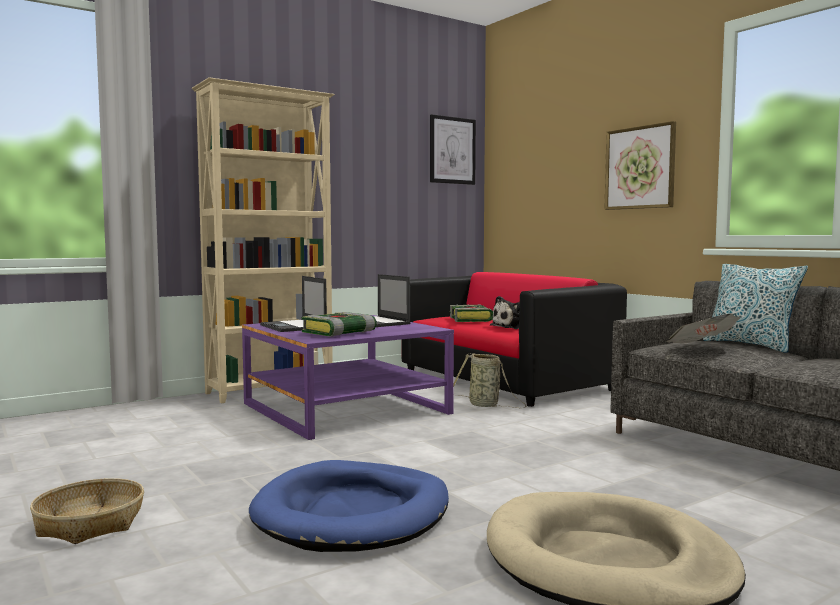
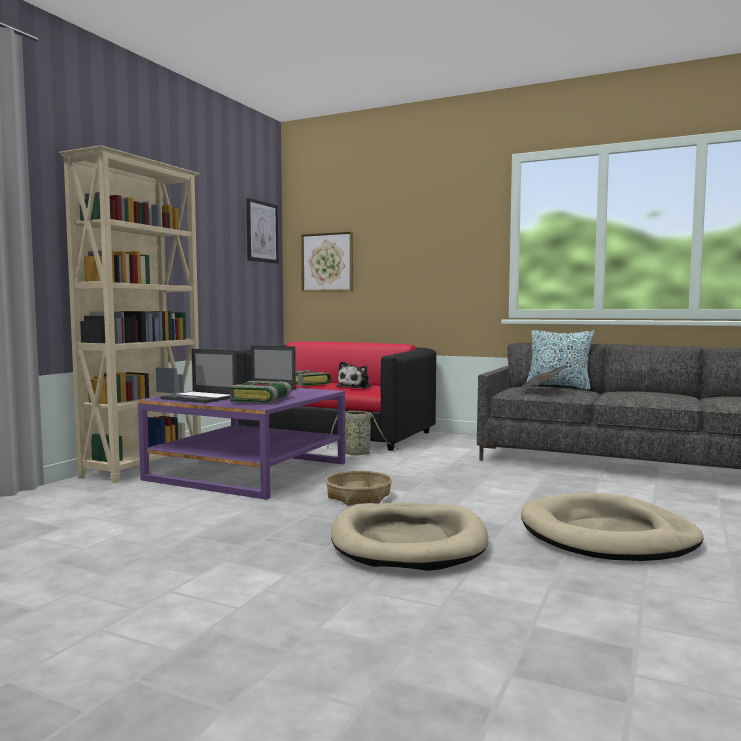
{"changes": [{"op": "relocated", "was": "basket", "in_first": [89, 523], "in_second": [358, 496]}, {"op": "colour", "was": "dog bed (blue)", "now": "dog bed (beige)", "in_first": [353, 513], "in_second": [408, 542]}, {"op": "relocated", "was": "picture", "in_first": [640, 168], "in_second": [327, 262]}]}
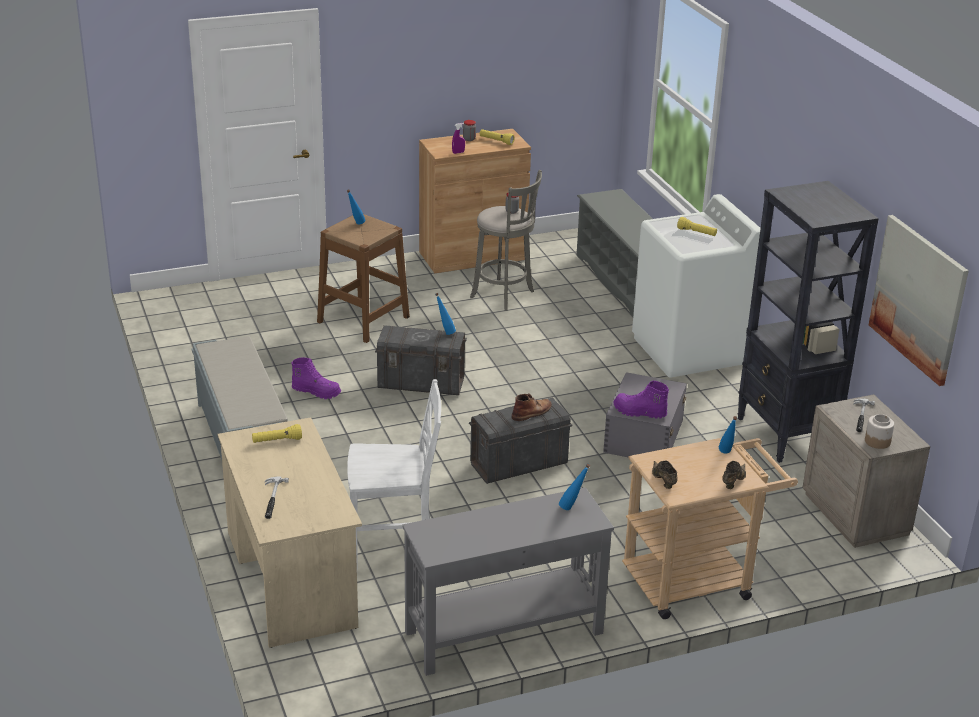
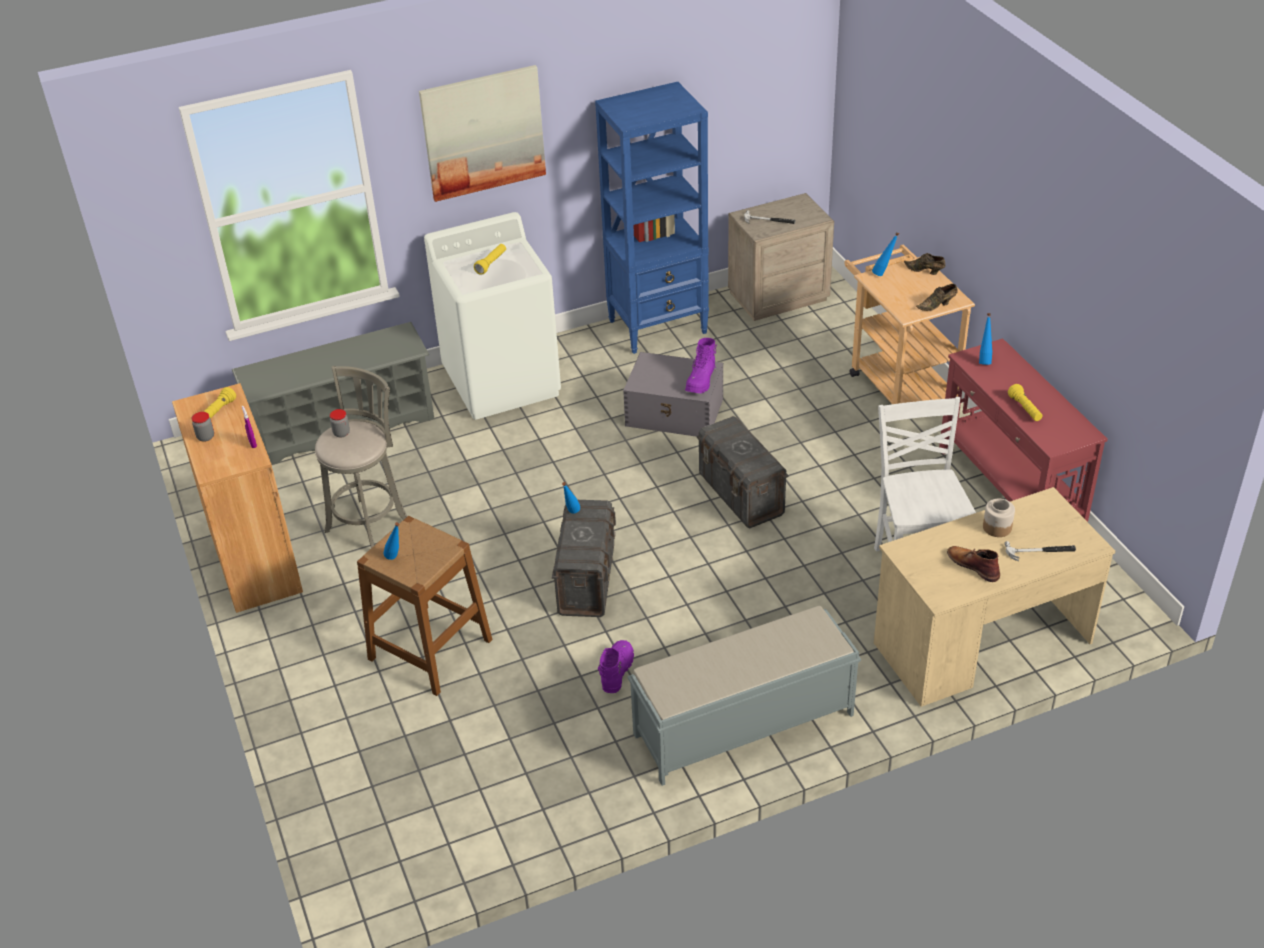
{"changes": [{"op": "relocated", "was": "flashlight (yellow)", "in_first": [277, 441], "in_second": [1025, 409]}, {"op": "colour", "was": "console table (grey)", "now": "console table (red)", "in_first": [503, 632], "in_second": [1009, 491]}, {"op": "relocated", "was": "boot (brown)", "in_first": [532, 412], "in_second": [973, 565]}, {"op": "colour", "was": "bookcase (black)", "now": "bookcase (blue)", "in_first": [786, 435], "in_second": [659, 326]}, {"op": "relocated", "was": "jar", "in_first": [877, 441], "in_second": [996, 527]}, {"op": "relocated", "was": "picture", "in_first": [919, 298], "in_second": [483, 132]}]}
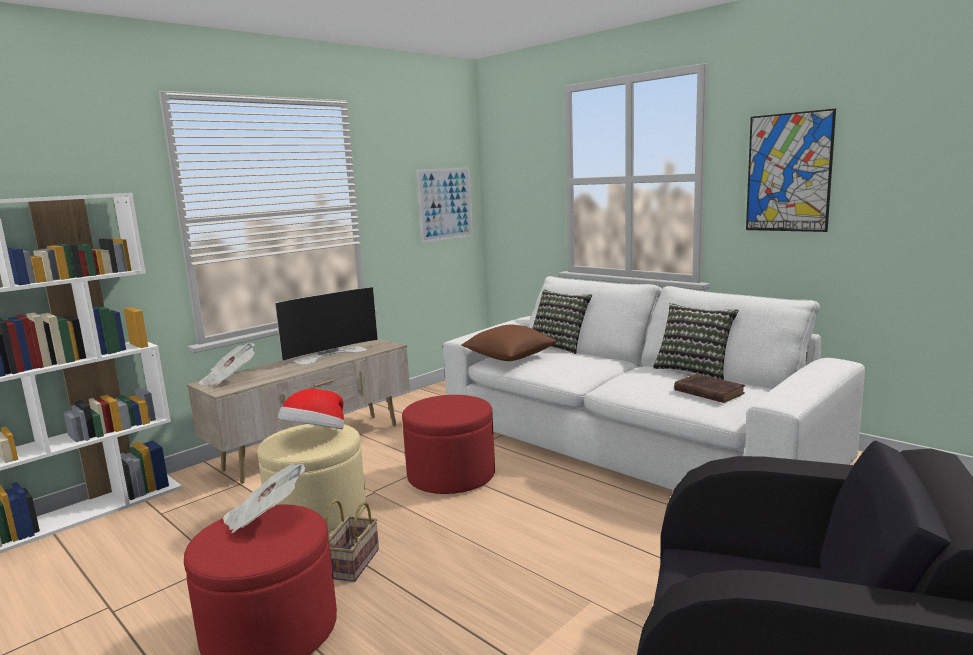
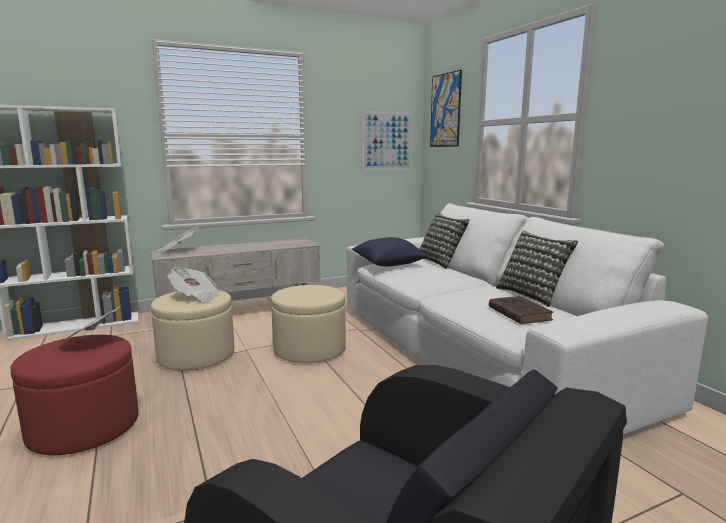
{"changes": [{"op": "missing", "was": "television", "in_first": [330, 354]}, {"op": "exchanged", "was": "hat", "now": "newspaper", "in_first": [316, 436], "in_second": [196, 297]}, {"op": "missing", "was": "basket", "in_first": [353, 562]}, {"op": "colour", "was": "ottoman (red)", "now": "ottoman (beige)", "in_first": [451, 475], "in_second": [310, 350]}, {"op": "colour", "was": "pillow (brown)", "now": "pillow (blue)", "in_first": [509, 357], "in_second": [388, 264]}, {"op": "relocated", "was": "picture", "in_first": [788, 173], "in_second": [445, 110]}]}
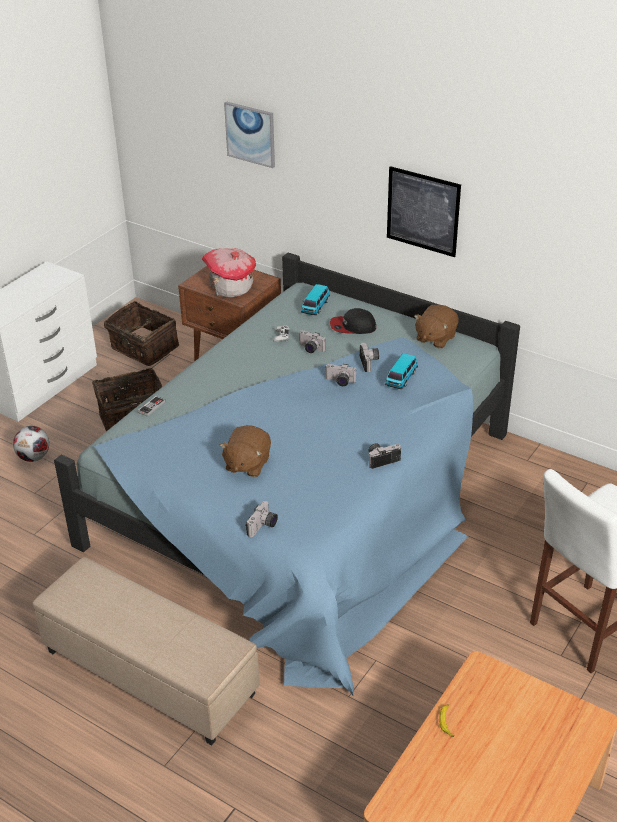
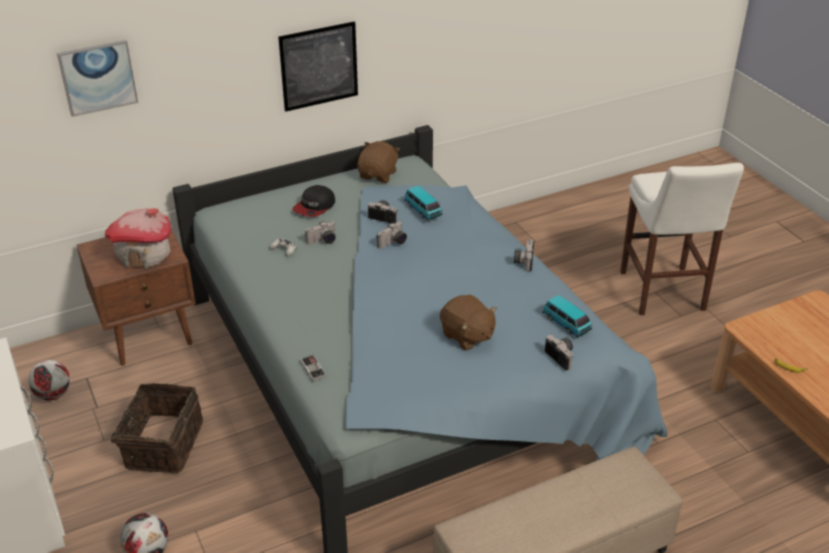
{"changes": [{"op": "exchanged", "was": "basket", "now": "football", "in_first": [143, 349], "in_second": [53, 394]}, {"op": "relocated", "was": "toy car", "in_first": [315, 307], "in_second": [566, 323]}, {"op": "spun", "was": "plush toy (brown)", "in_first": [435, 338], "in_second": [378, 175], "clockwise": -135}]}
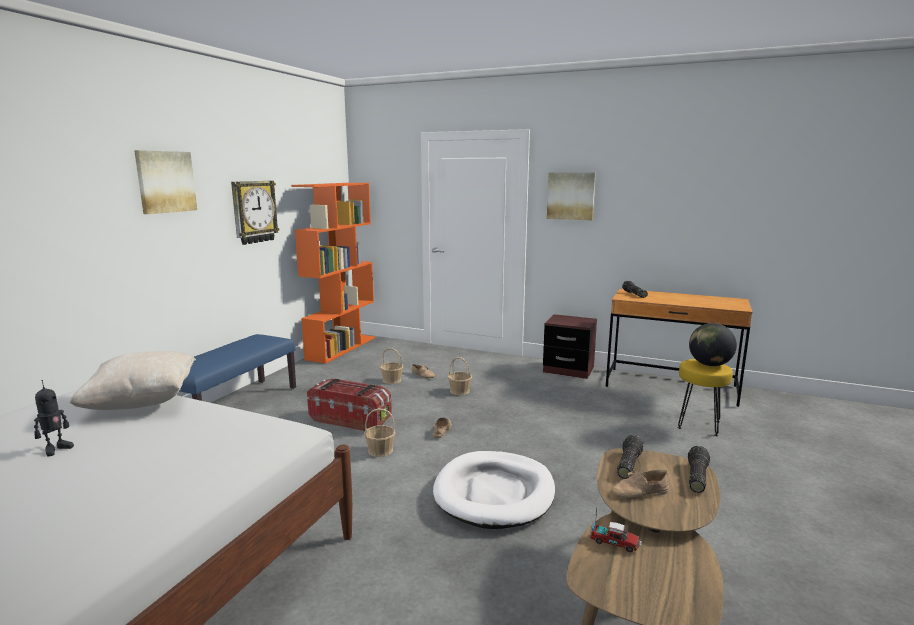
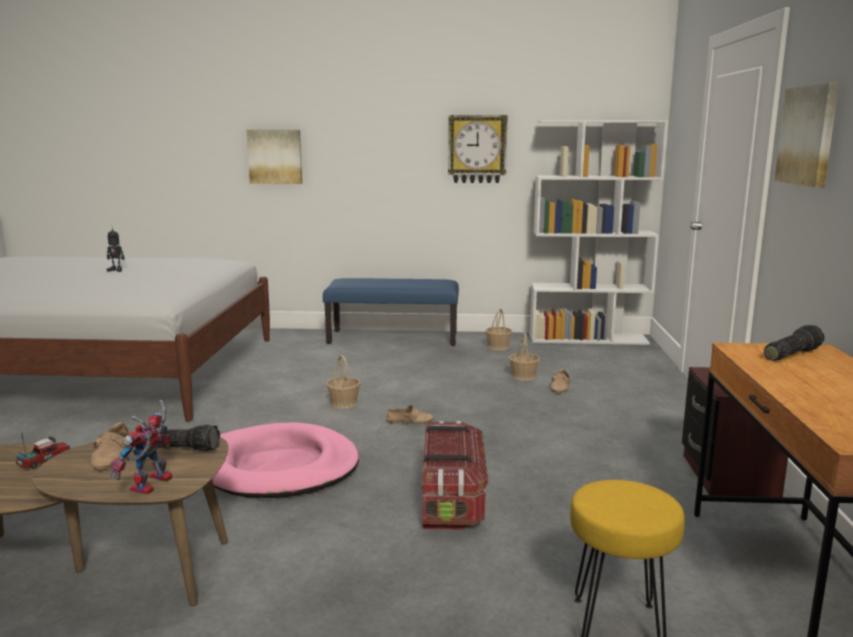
{"changes": [{"op": "missing", "was": "pillow (beige)", "in_first": [142, 403]}, {"op": "relocated", "was": "picture", "in_first": [165, 182], "in_second": [275, 156]}, {"op": "colour", "was": "bookcase (orange)", "now": "bookcase (white)", "in_first": [341, 348], "in_second": [588, 339]}, {"op": "relocated", "was": "storage box", "in_first": [351, 419], "in_second": [451, 499]}, {"op": "colour", "was": "dog bed (white)", "now": "dog bed (pink)", "in_first": [494, 493], "in_second": [280, 467]}, {"op": "relocated", "was": "basket", "in_first": [459, 391], "in_second": [498, 347]}, {"op": "spun", "was": "toy truck", "in_first": [615, 543], "in_second": [45, 460], "clockwise": -150}, {"op": "spun", "was": "shoe (beige)", "in_first": [640, 492], "in_second": [115, 456], "clockwise": -150}, {"op": "exchanged", "was": "flashlight", "now": "toy robot", "in_first": [695, 477], "in_second": [151, 486]}, {"op": "missing", "was": "globe", "in_first": [709, 365]}]}
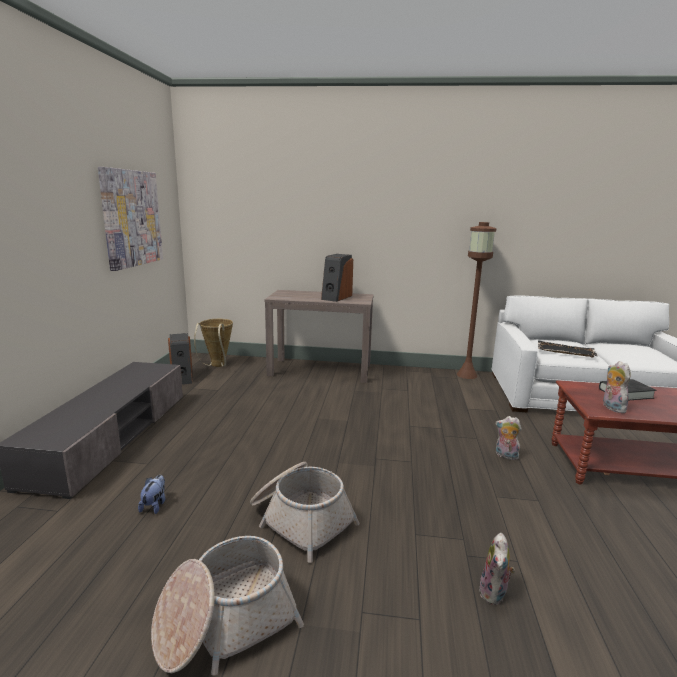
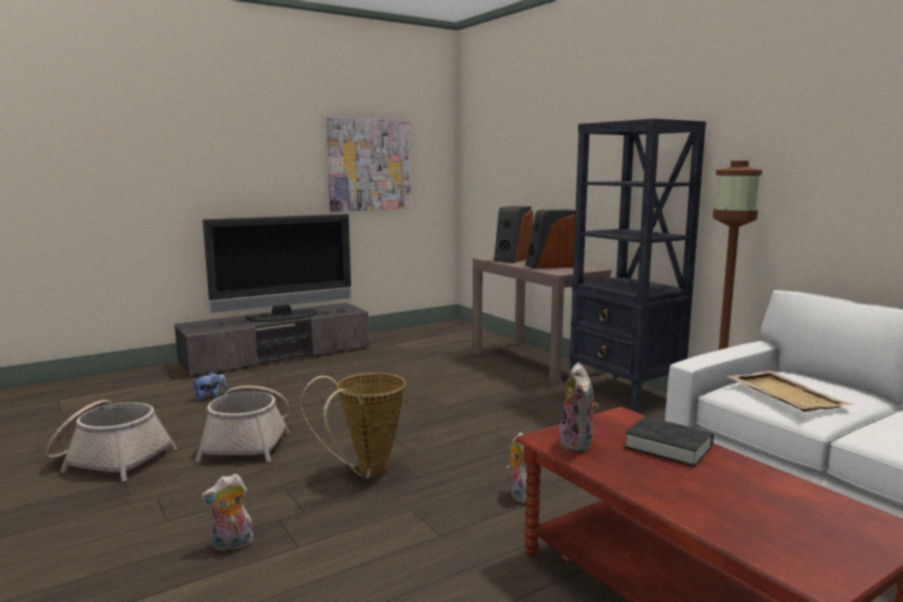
{"changes": [{"op": "relocated", "was": "speaker", "in_first": [182, 378], "in_second": [512, 259]}, {"op": "relocated", "was": "basket", "in_first": [217, 366], "in_second": [366, 472]}, {"op": "colour", "was": "tray (black)", "now": "tray (beige)", "in_first": [565, 351], "in_second": [784, 393]}, {"op": "spun", "was": "plush toy", "in_first": [611, 407], "in_second": [578, 444], "clockwise": 135}, {"op": "appeared", "now": "television", "in_second": [283, 316]}, {"op": "appeared", "now": "bookcase (black)", "in_second": [625, 394]}]}
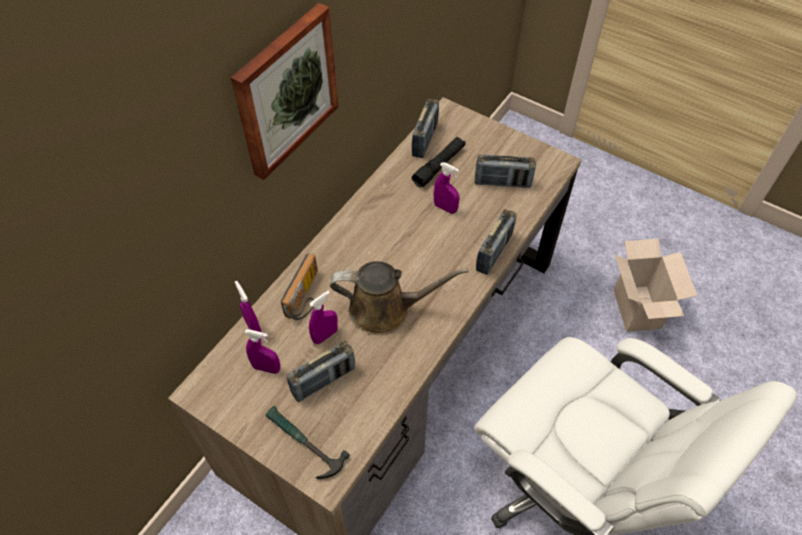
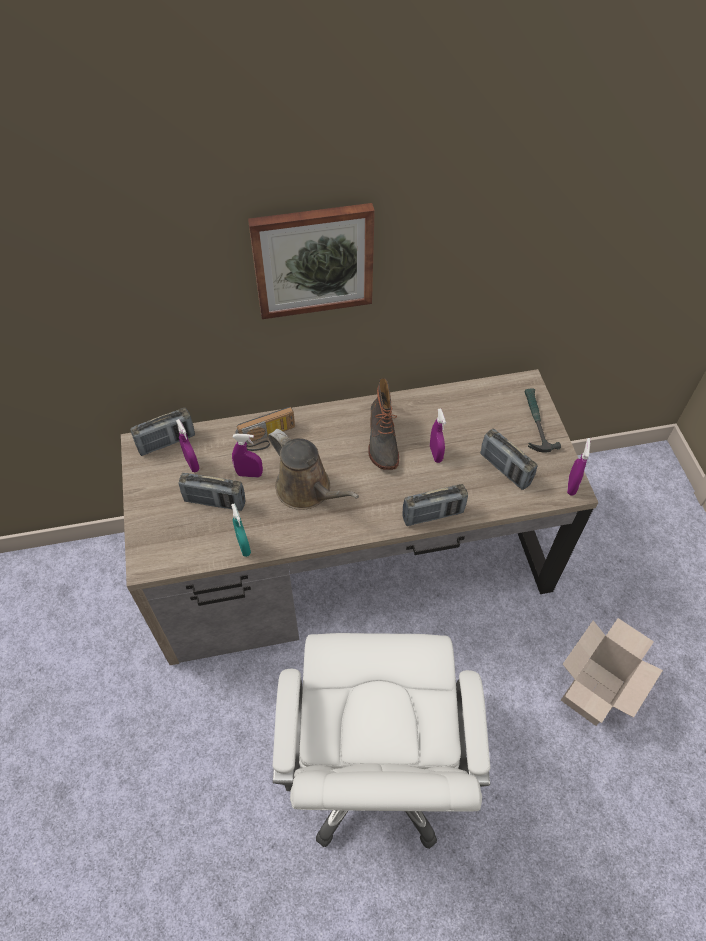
{"changes": [{"op": "relocated", "was": "spray bottle (purple)", "in_first": [253, 328], "in_second": [571, 486]}, {"op": "relocated", "was": "hammer", "in_first": [303, 443], "in_second": [535, 422]}, {"op": "relocated", "was": "radio", "in_first": [425, 140], "in_second": [166, 442]}, {"op": "missing", "was": "flashlight (black)", "in_first": [439, 166]}, {"op": "appeared", "now": "spray bottle (turquoise)", "in_second": [244, 546]}, {"op": "appeared", "now": "boot", "in_second": [381, 441]}]}
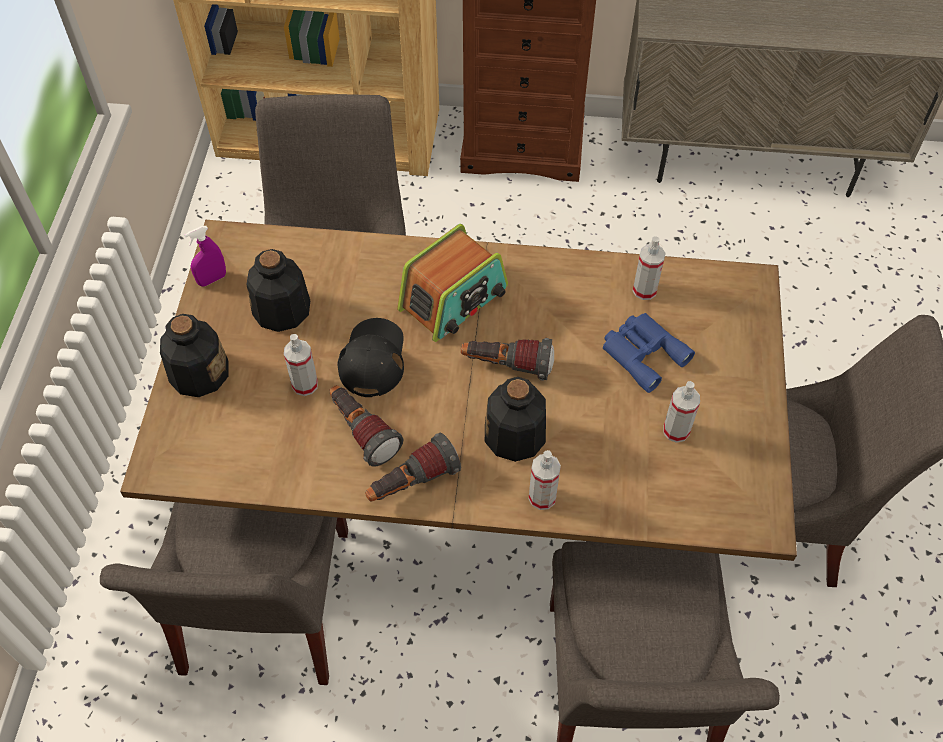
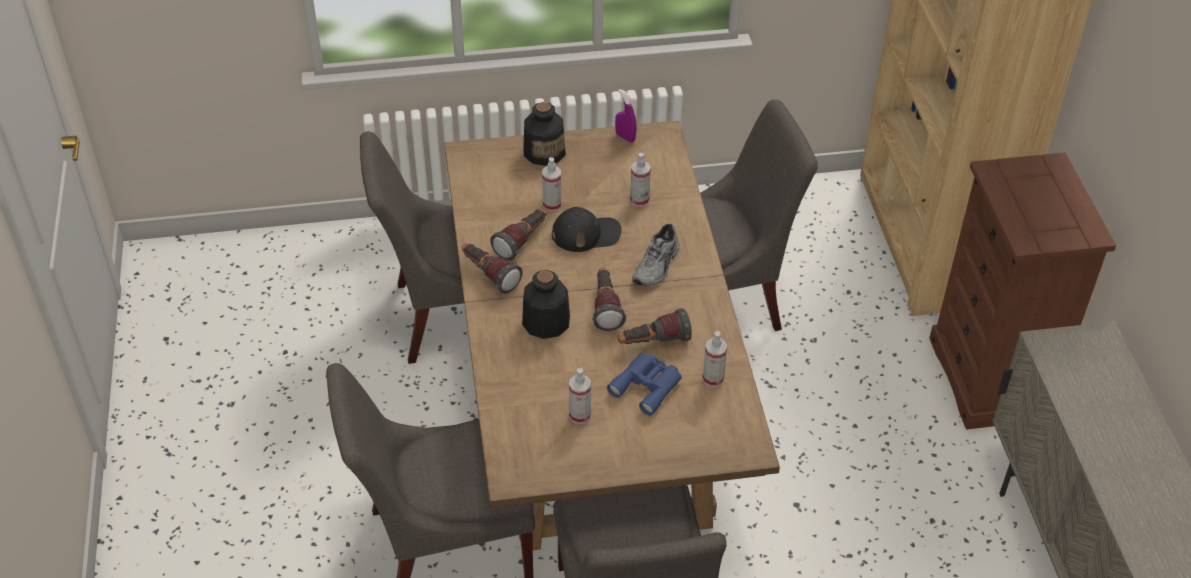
{"changes": [{"op": "missing", "was": "bottle", "in_first": [282, 310]}, {"op": "exchanged", "was": "radio", "now": "shoe (grey)", "in_first": [454, 299], "in_second": [658, 266]}, {"op": "relocated", "was": "spray bottle", "in_first": [542, 497], "in_second": [639, 200]}, {"op": "appeared", "now": "flashlight", "in_second": [653, 342]}]}
